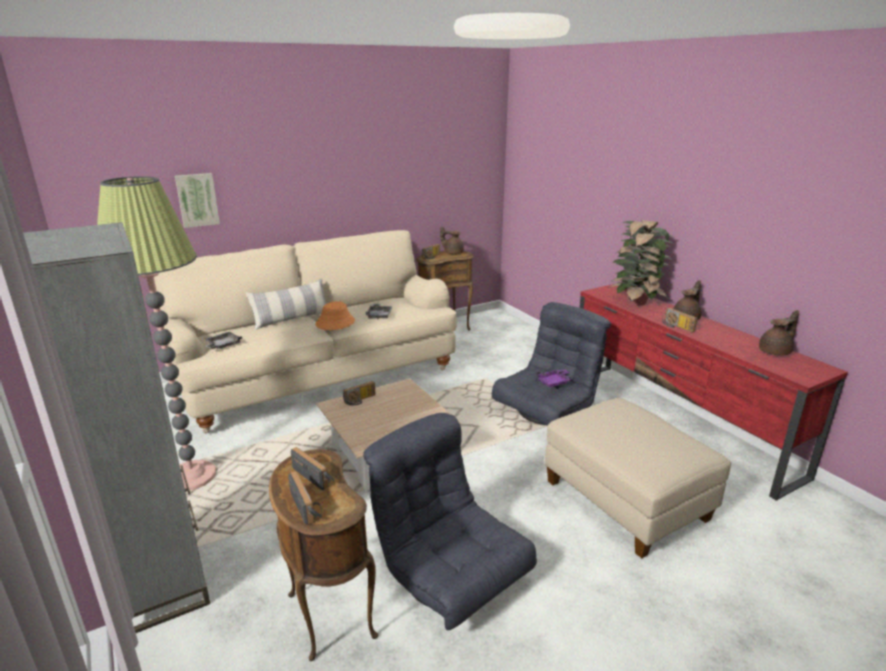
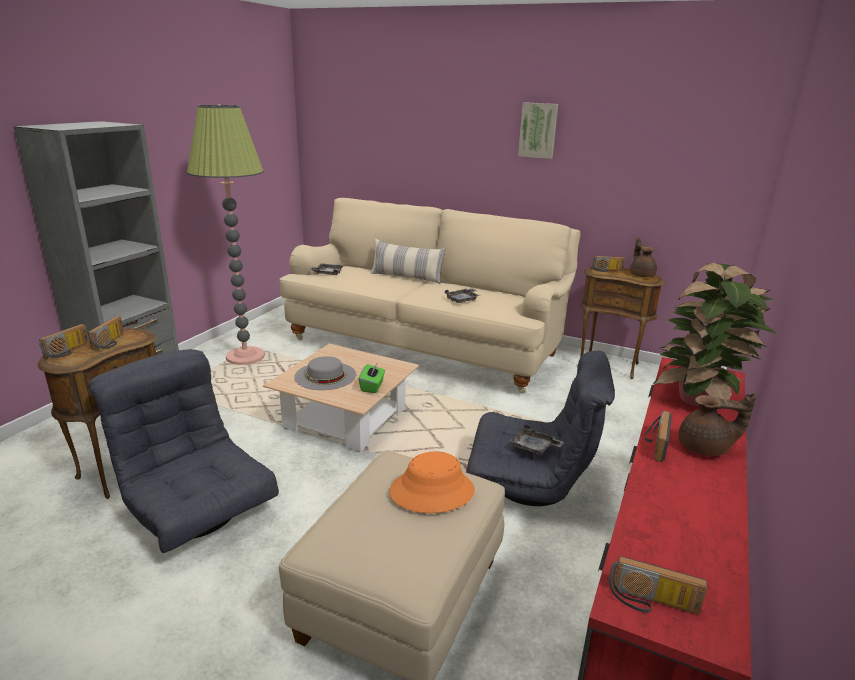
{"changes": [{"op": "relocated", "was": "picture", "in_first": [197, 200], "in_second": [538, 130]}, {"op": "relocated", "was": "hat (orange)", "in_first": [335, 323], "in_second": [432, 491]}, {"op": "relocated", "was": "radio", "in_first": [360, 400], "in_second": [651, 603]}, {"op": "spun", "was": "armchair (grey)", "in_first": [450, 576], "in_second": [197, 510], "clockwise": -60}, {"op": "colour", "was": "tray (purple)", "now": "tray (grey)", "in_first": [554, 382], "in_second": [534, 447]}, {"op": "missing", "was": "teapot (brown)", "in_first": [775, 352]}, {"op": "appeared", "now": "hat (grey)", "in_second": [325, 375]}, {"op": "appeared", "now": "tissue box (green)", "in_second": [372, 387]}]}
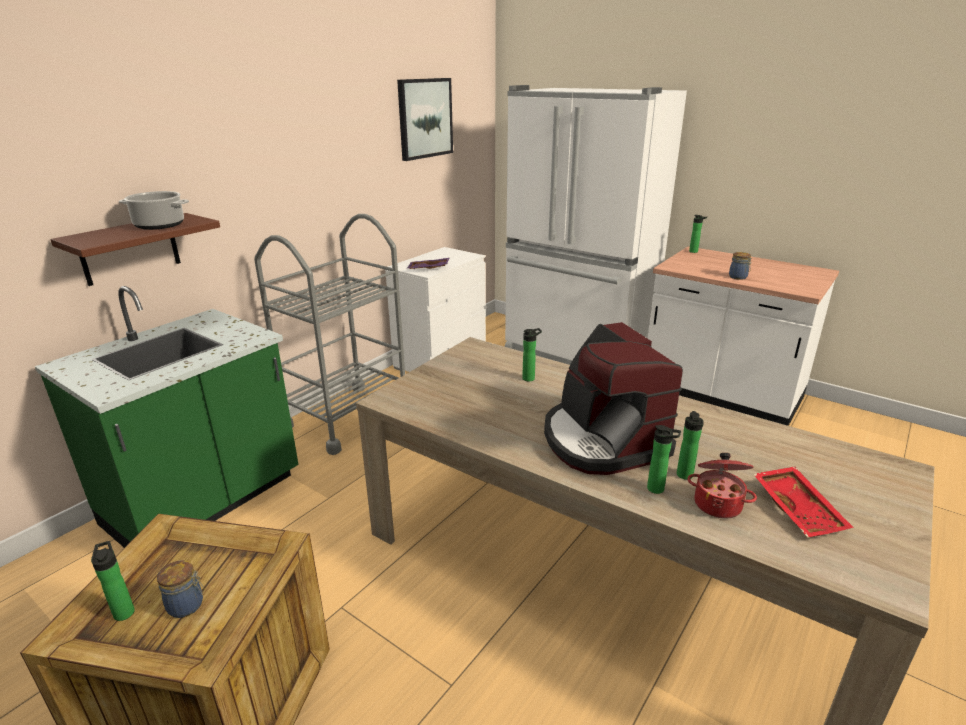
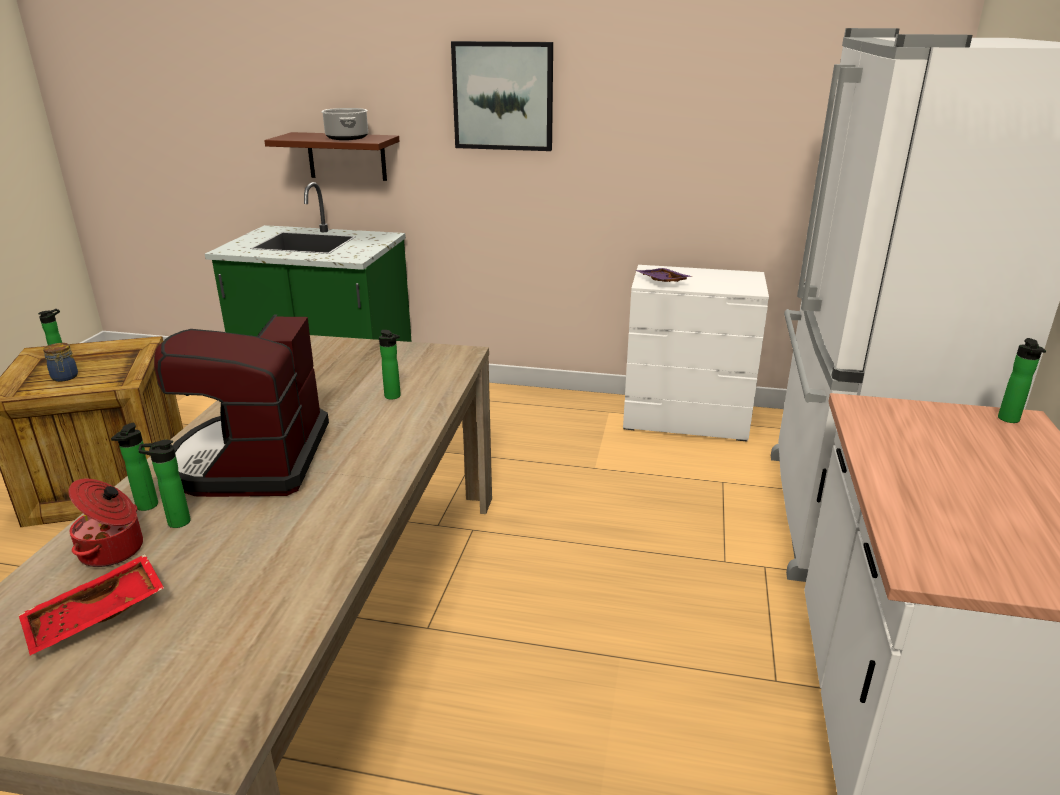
{"changes": [{"op": "missing", "was": "cart (grey)", "in_first": [347, 417]}, {"op": "relocated", "was": "picture", "in_first": [425, 118], "in_second": [503, 96]}, {"op": "spun", "was": "coffee machine", "in_first": [602, 440], "in_second": [252, 460], "clockwise": -45}, {"op": "missing", "was": "jar", "in_first": [738, 277]}]}
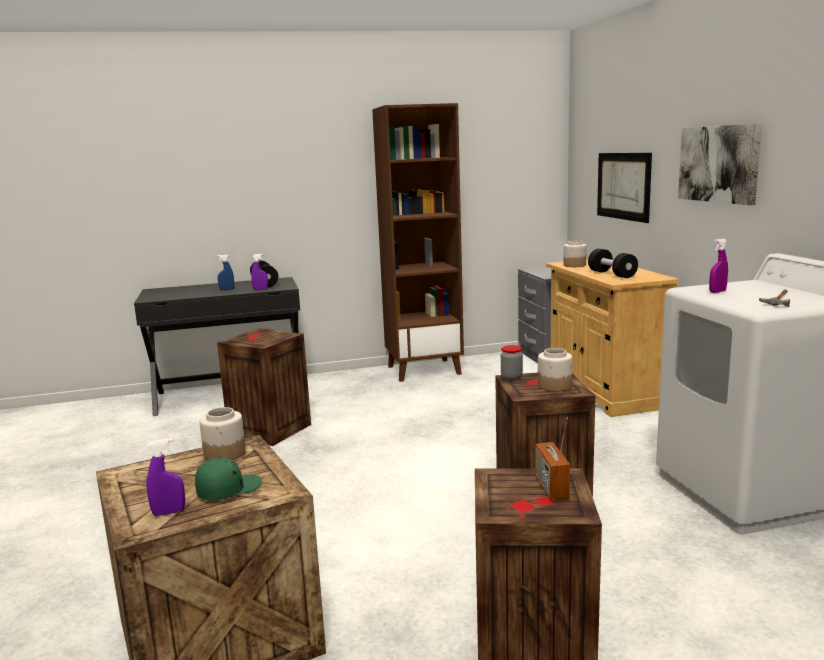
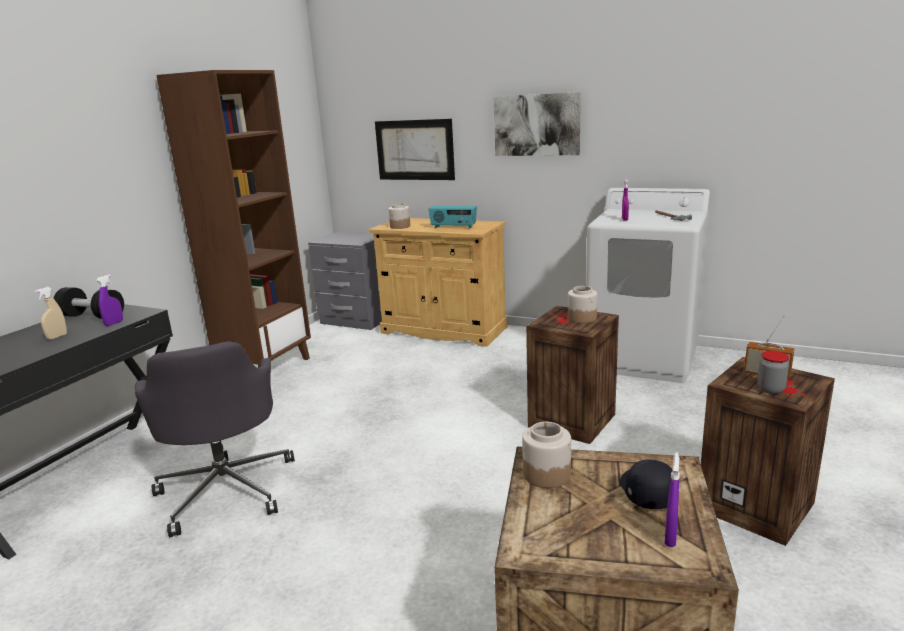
{"changes": [{"op": "colour", "was": "cap (green)", "now": "cap (black)", "in_first": [228, 490], "in_second": [646, 492]}, {"op": "colour", "was": "spray bottle (blue)", "now": "spray bottle (beige)", "in_first": [227, 289], "in_second": [57, 337]}, {"op": "exchanged", "was": "crate", "now": "office chair (grey)", "in_first": [268, 430], "in_second": [227, 489]}, {"op": "relocated", "was": "jar", "in_first": [511, 377], "in_second": [770, 389]}, {"op": "exchanged", "was": "dumbbell (black)", "now": "radio", "in_first": [612, 274], "in_second": [453, 227]}]}
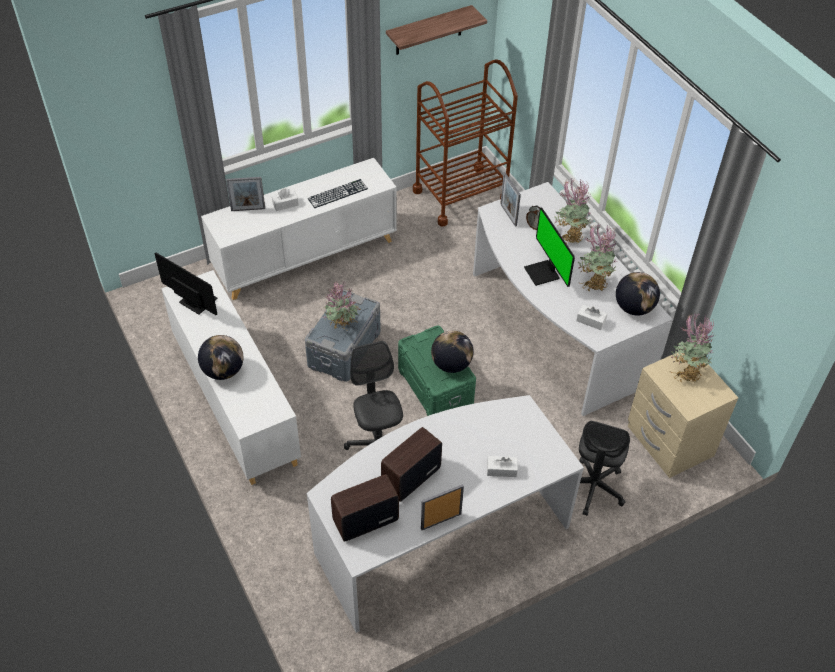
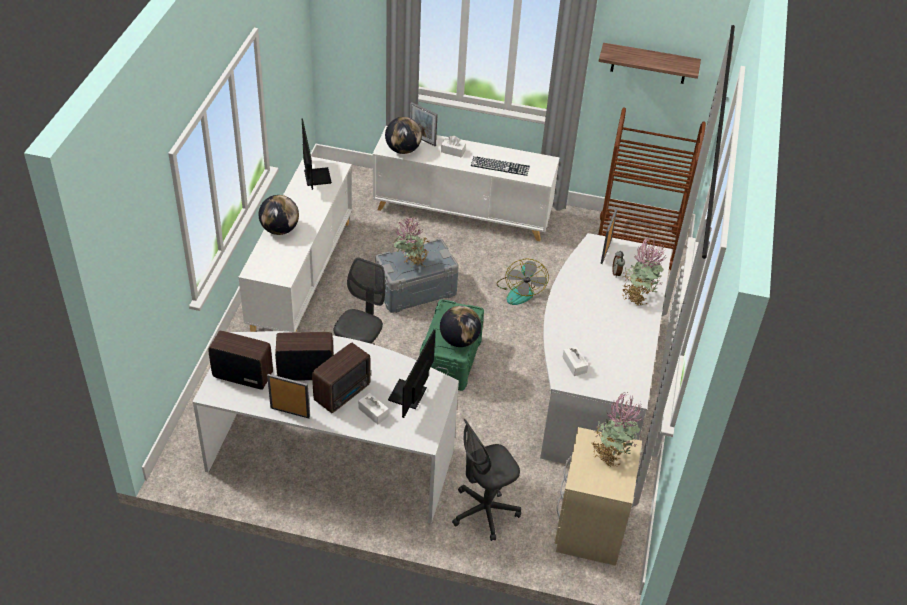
{"changes": [{"op": "relocated", "was": "monitor", "in_first": [543, 273], "in_second": [409, 395]}, {"op": "missing", "was": "potted plant", "in_first": [593, 282]}, {"op": "relocated", "was": "globe", "in_first": [634, 308], "in_second": [403, 150]}, {"op": "appeared", "now": "radio", "in_second": [344, 393]}, {"op": "appeared", "now": "fan", "in_second": [520, 290]}]}
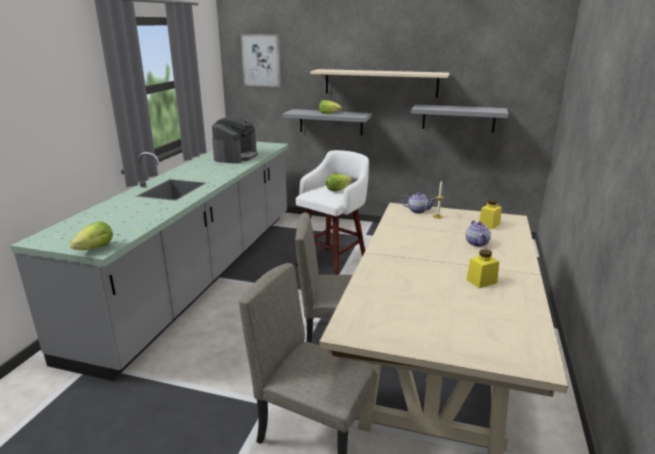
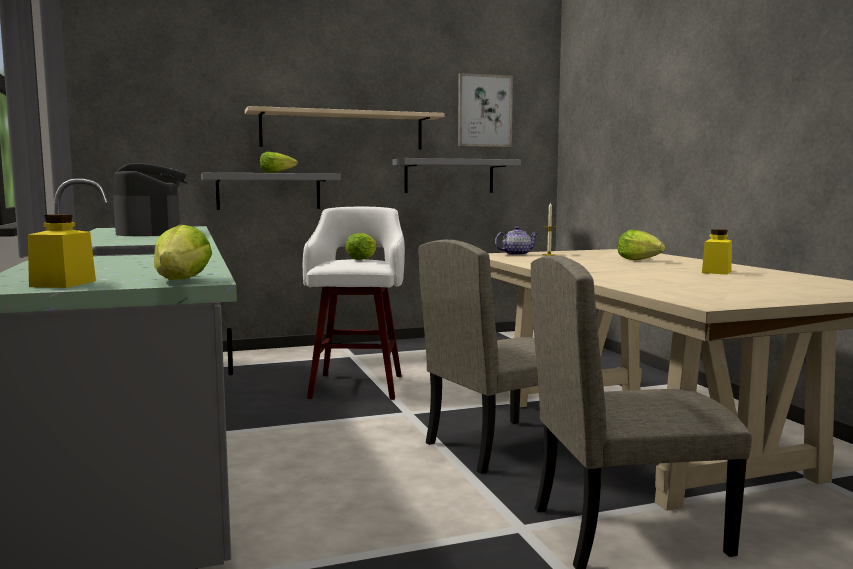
{"changes": [{"op": "relocated", "was": "picture", "in_first": [261, 60], "in_second": [484, 111]}, {"op": "exchanged", "was": "teapot", "now": "lettuce", "in_first": [477, 243], "in_second": [638, 260]}, {"op": "relocated", "was": "jar (yellow)", "in_first": [489, 225], "in_second": [63, 284]}]}
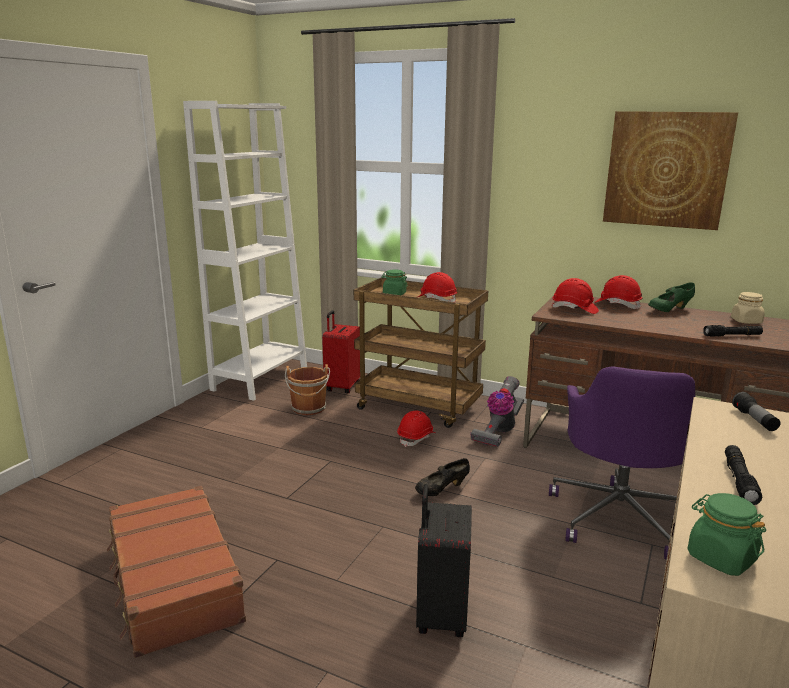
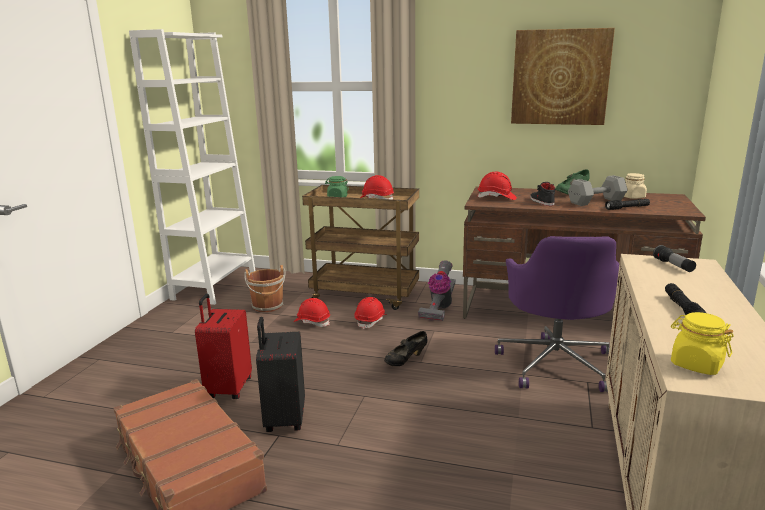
{"changes": [{"op": "relocated", "was": "suitcase (red)", "in_first": [341, 387], "in_second": [228, 389]}, {"op": "relocated", "was": "suitcase (black)", "in_first": [440, 615], "in_second": [283, 419]}, {"op": "relocated", "was": "hard hat (red)", "in_first": [617, 305], "in_second": [312, 322]}, {"op": "colour", "was": "jar (green)", "now": "jar (yellow)", "in_first": [720, 558], "in_second": [696, 364]}, {"op": "appeared", "now": "shoe (black)", "in_second": [541, 201]}, {"op": "appeared", "now": "dumbbell (grey)", "in_second": [597, 201]}]}
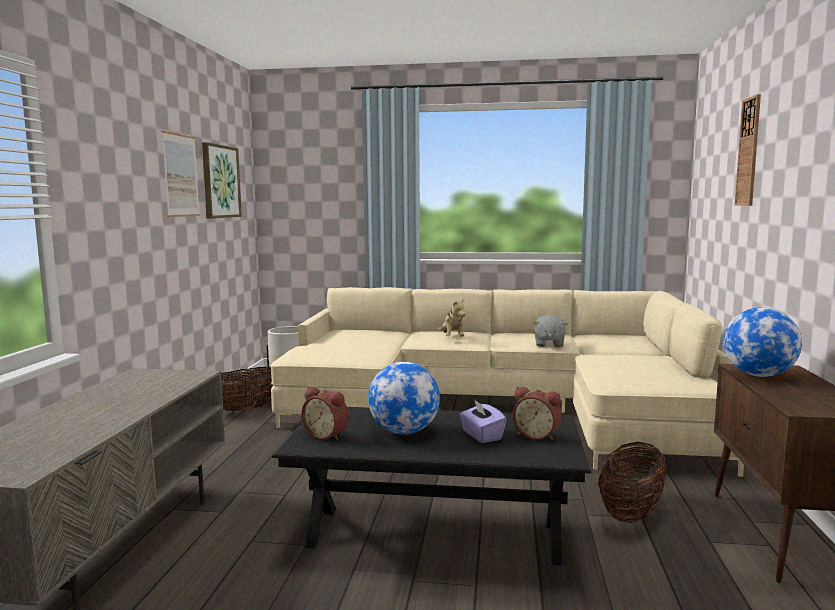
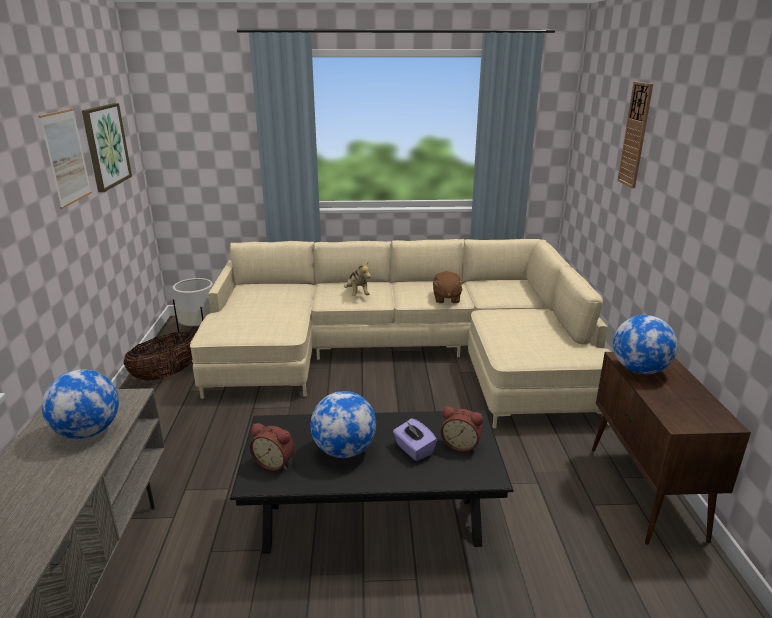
{"changes": [{"op": "colour", "was": "plush toy (grey)", "now": "plush toy (brown)", "in_first": [549, 344], "in_second": [446, 298]}, {"op": "missing", "was": "basket", "in_first": [631, 512]}, {"op": "appeared", "now": "globe", "in_second": [88, 432]}]}
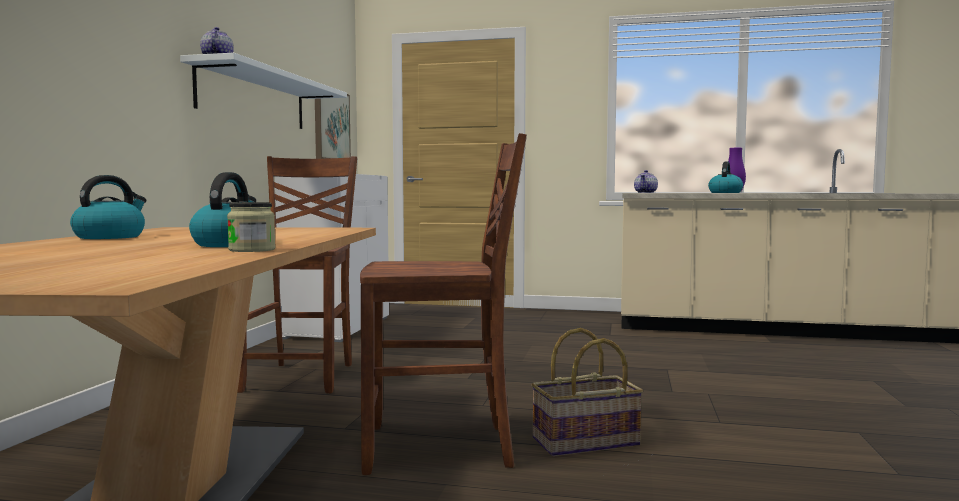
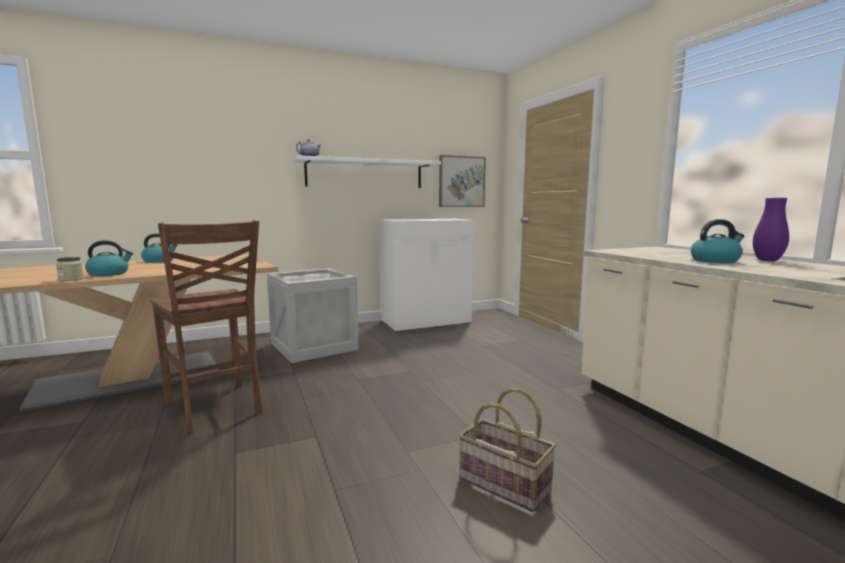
{"changes": [{"op": "exchanged", "was": "chair (brown)", "now": "crate", "in_first": [302, 377], "in_second": [315, 347]}, {"op": "relocated", "was": "basket", "in_first": [585, 442], "in_second": [503, 484]}, {"op": "missing", "was": "teapot", "in_first": [646, 192]}]}
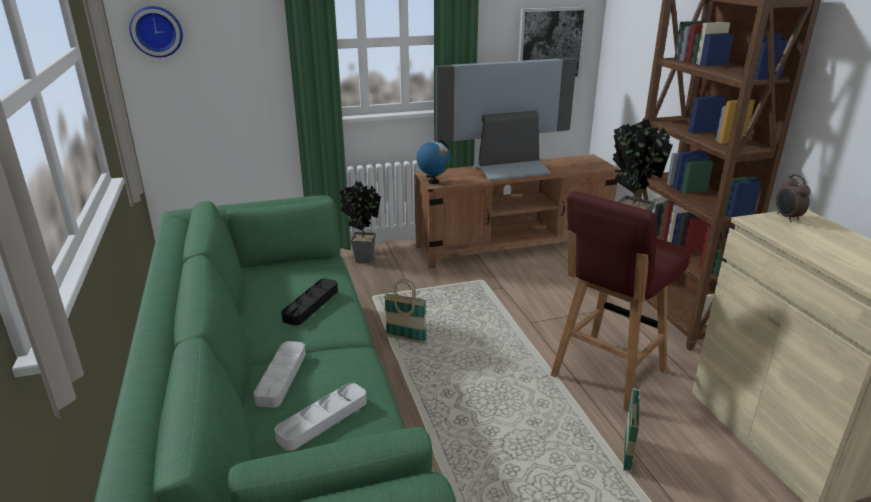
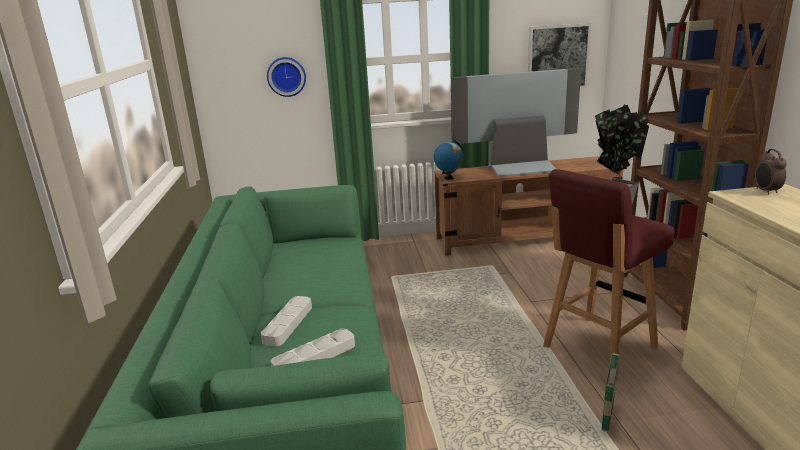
{"changes": [{"op": "relocated", "was": "wall clock", "in_first": [156, 31], "in_second": [286, 76]}, {"op": "missing", "was": "tray (black)", "in_first": [311, 305]}, {"op": "missing", "was": "potted plant", "in_first": [361, 258]}, {"op": "missing", "was": "basket", "in_first": [406, 339]}]}
